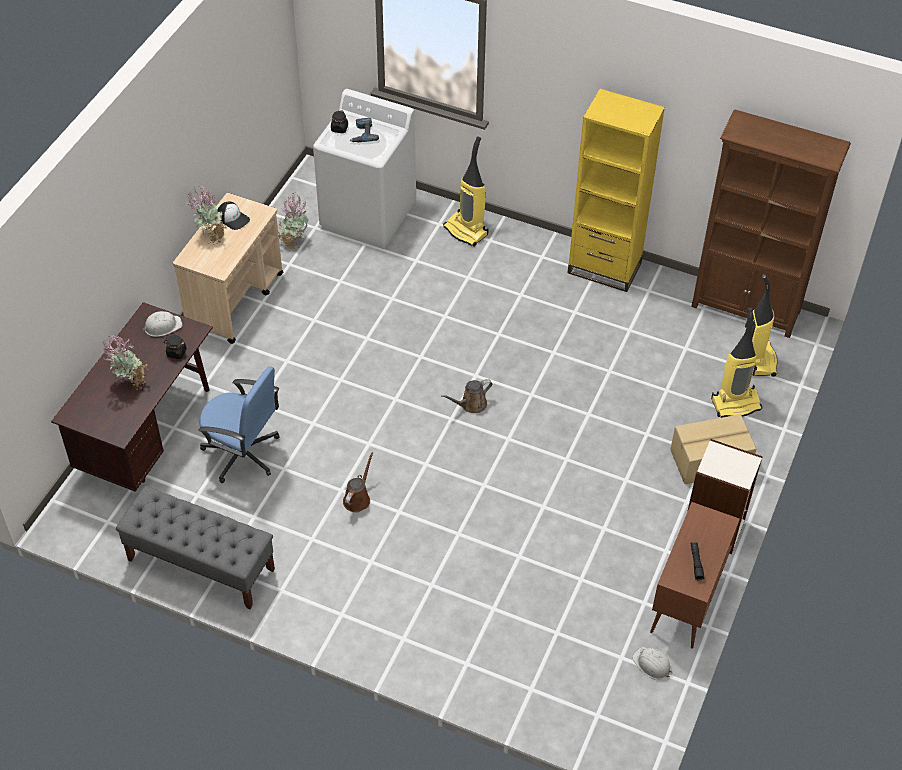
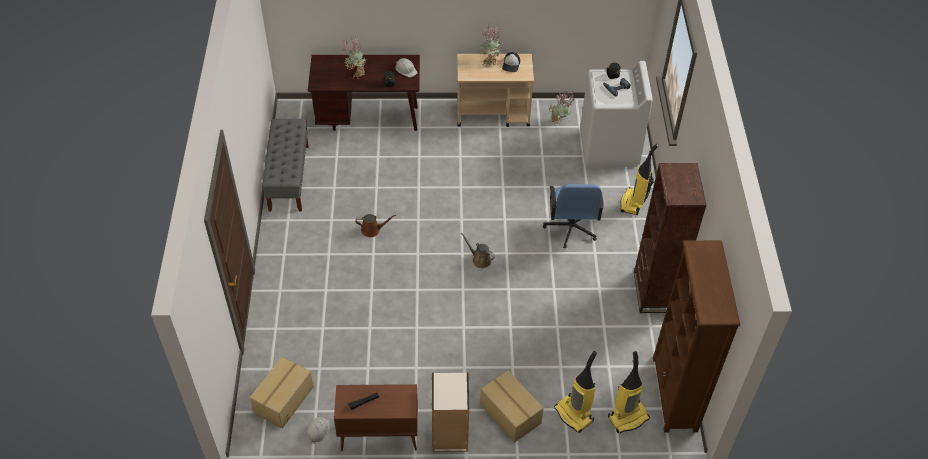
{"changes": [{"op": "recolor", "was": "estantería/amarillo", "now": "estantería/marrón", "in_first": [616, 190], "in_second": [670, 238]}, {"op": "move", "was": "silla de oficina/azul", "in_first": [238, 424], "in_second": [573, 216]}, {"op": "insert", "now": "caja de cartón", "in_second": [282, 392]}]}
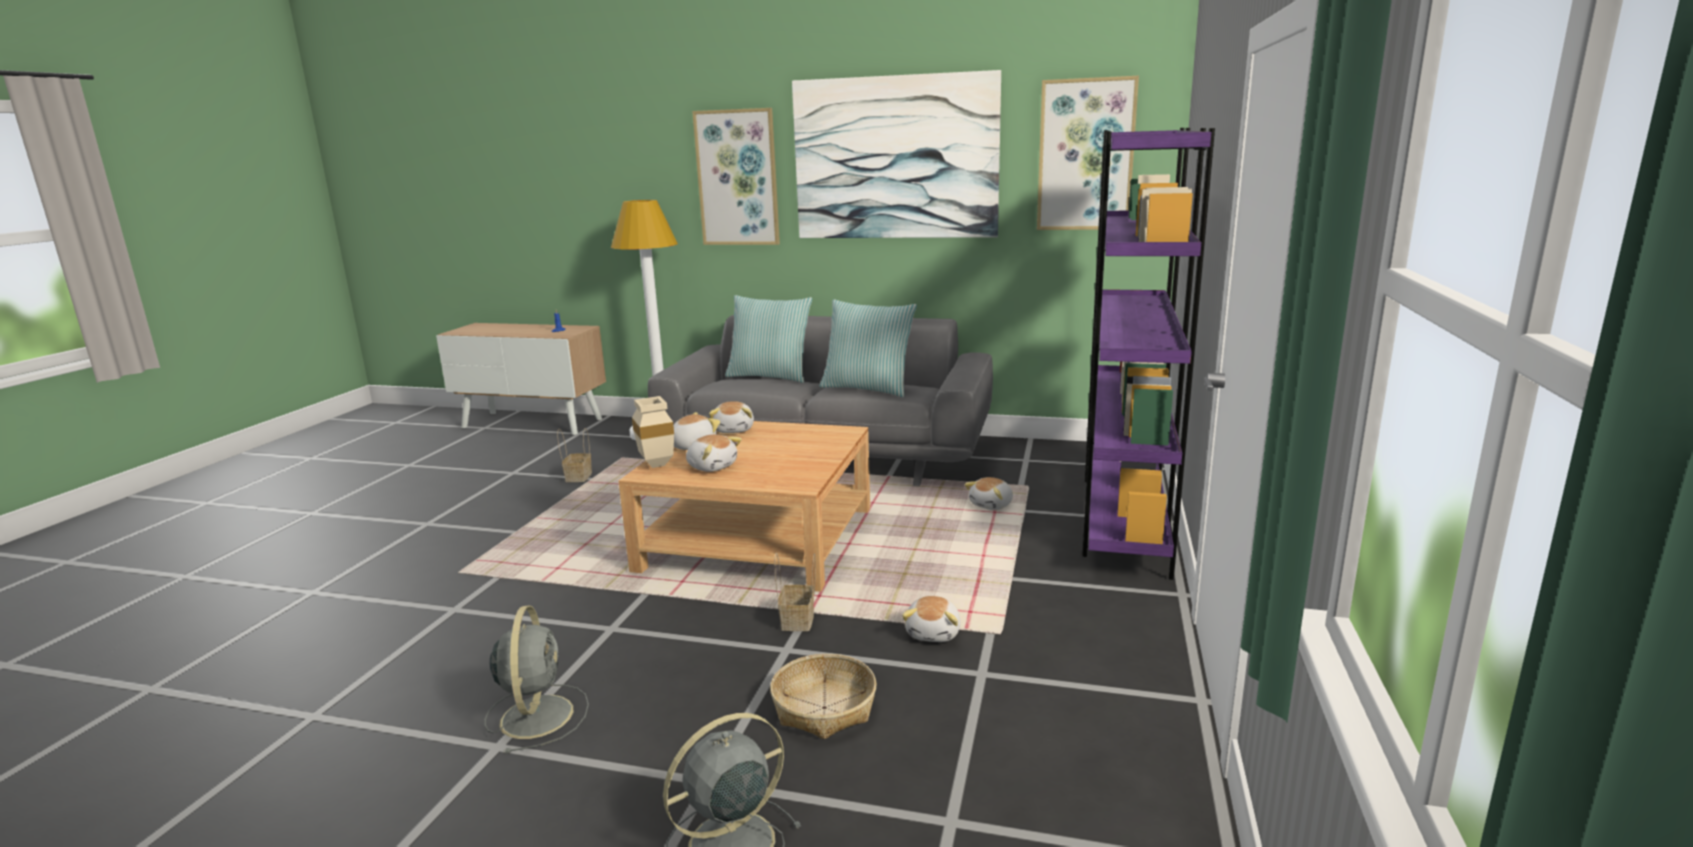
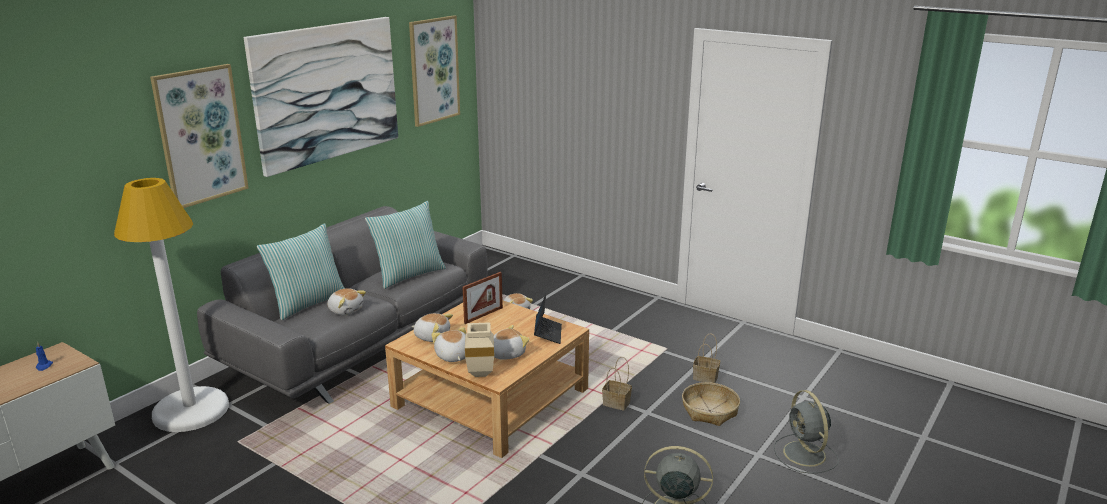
{"changes": [{"op": "delete", "was": "estantería/morado", "in_first": [1148, 354]}, {"op": "move", "was": "cesta", "in_first": [574, 455], "in_second": [706, 358]}, {"op": "move", "was": "peluche", "in_first": [931, 619], "in_second": [346, 301]}, {"op": "insert", "now": "portarretratos", "in_second": [482, 298]}, {"op": "insert", "now": "portátil", "in_second": [548, 319]}]}
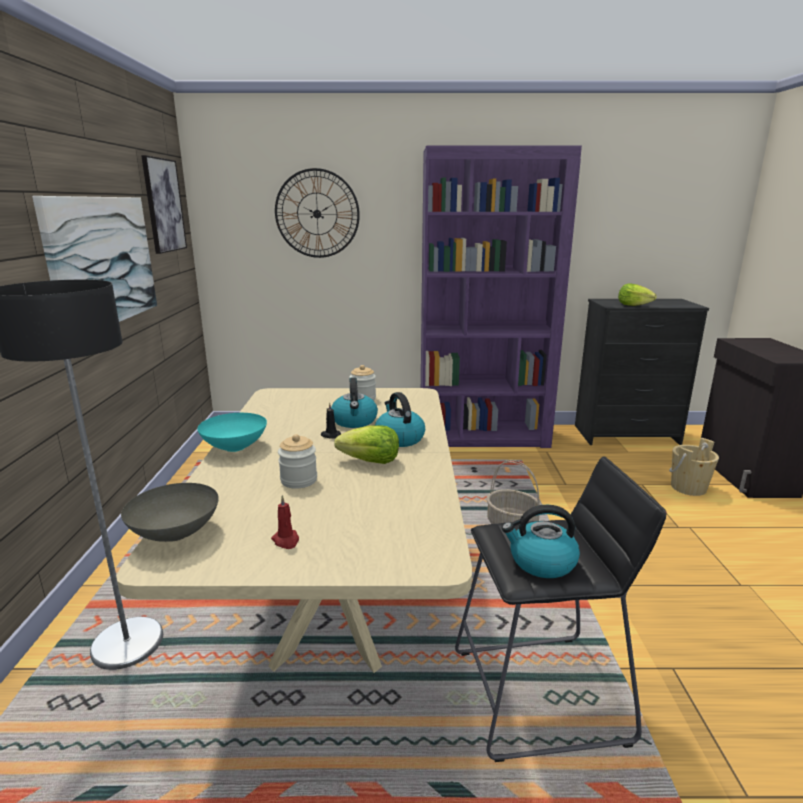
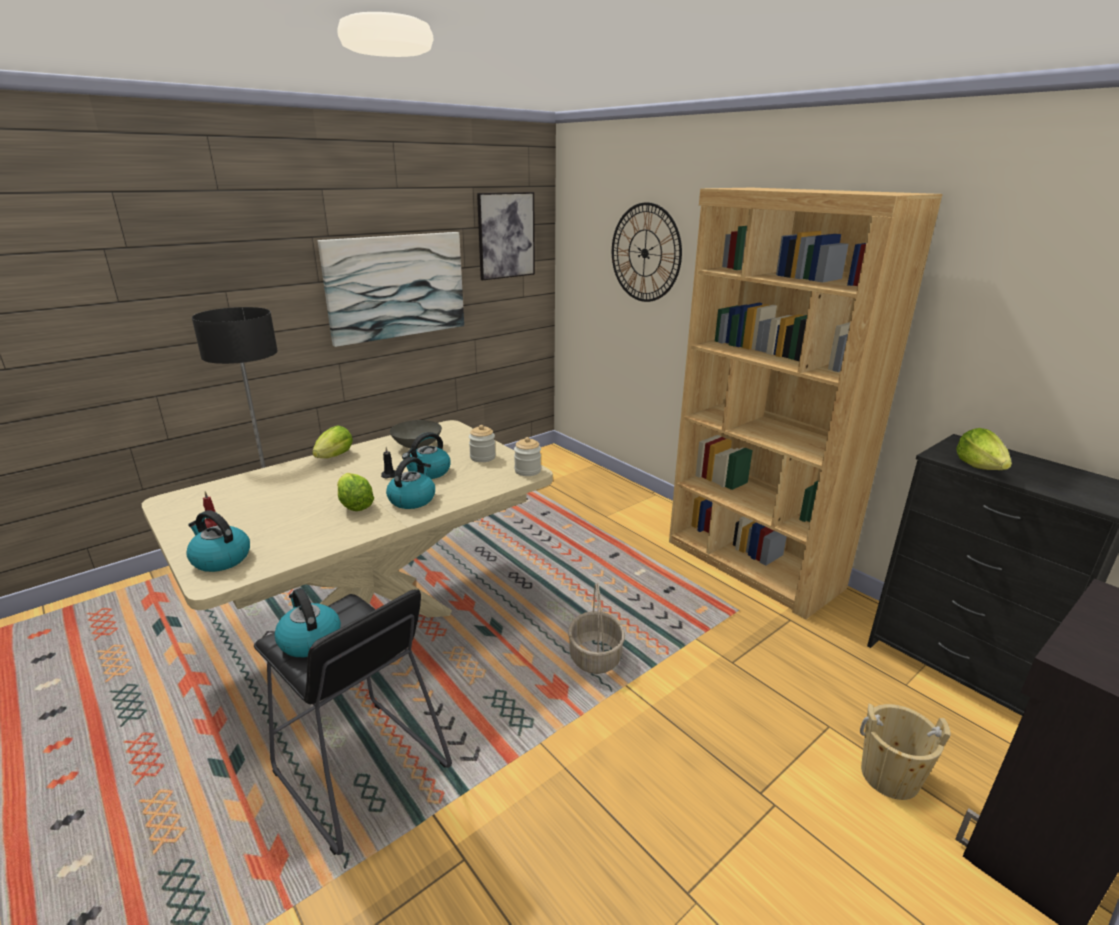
{"changes": [{"op": "recolor", "was": "estantería/morado", "now": "estantería/marrón", "in_first": [501, 296], "in_second": [806, 403]}, {"op": "replace", "was": "cuenco/turquesa", "now": "lechuga", "in_first": [232, 432], "in_second": [332, 441]}, {"op": "move", "was": "tarro", "in_first": [297, 461], "in_second": [527, 456]}, {"op": "move", "was": "cuenco/gris", "in_first": [170, 512], "in_second": [416, 434]}, {"op": "insert", "now": "hervidor", "in_second": [218, 541]}]}
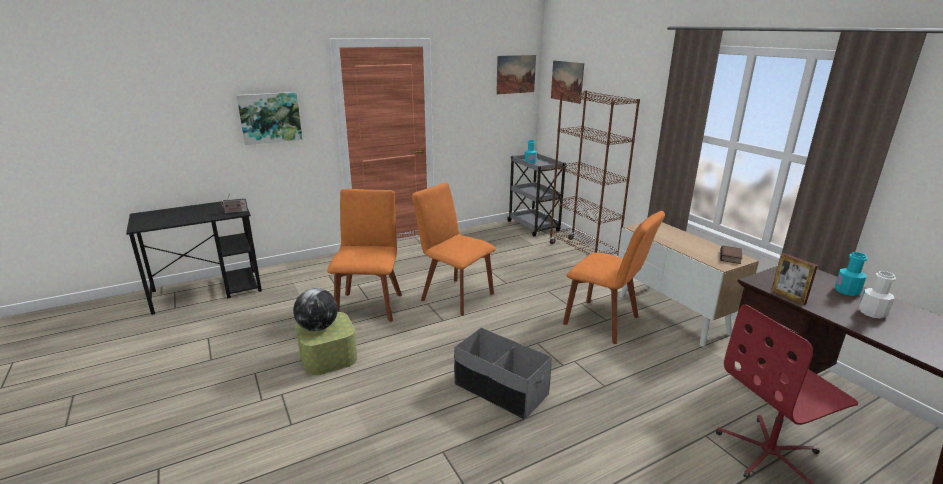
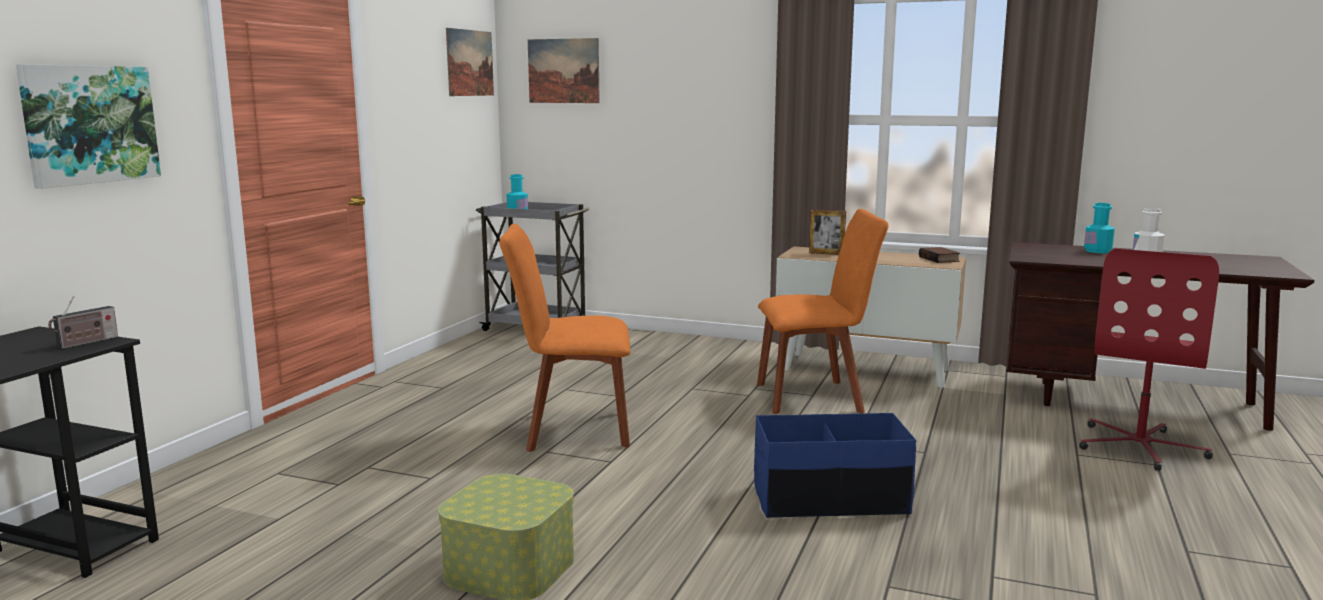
{"changes": [{"op": "delete", "was": "estantería/marrón", "in_first": [594, 174]}, {"op": "delete", "was": "silla/naranja", "in_first": [364, 255]}, {"op": "move", "was": "portarretratos", "in_first": [794, 279], "in_second": [827, 232]}, {"op": "delete", "was": "globo terráqueo", "in_first": [315, 309]}, {"op": "recolor", "was": "caja de almacenaje/gris", "now": "caja de almacenaje/azul", "in_first": [503, 374], "in_second": [835, 465]}]}
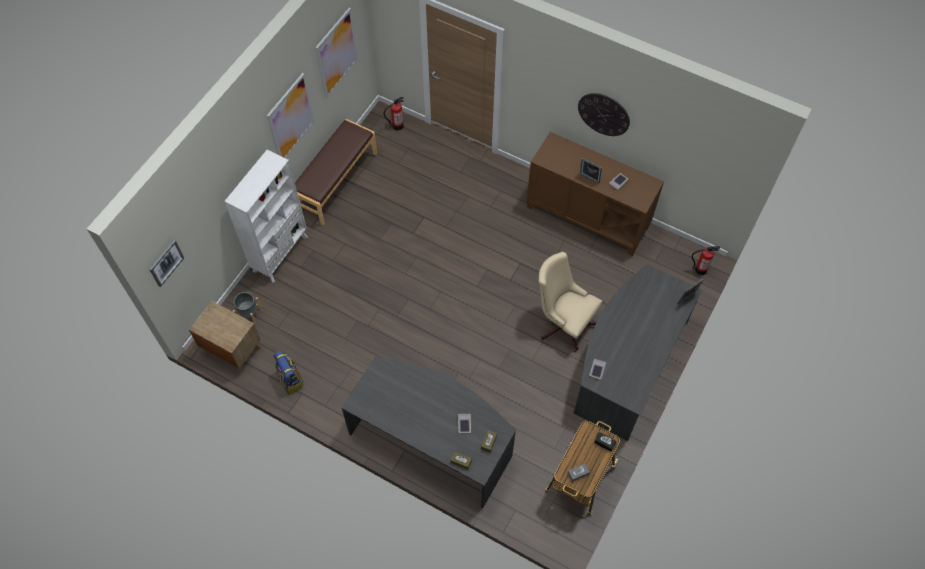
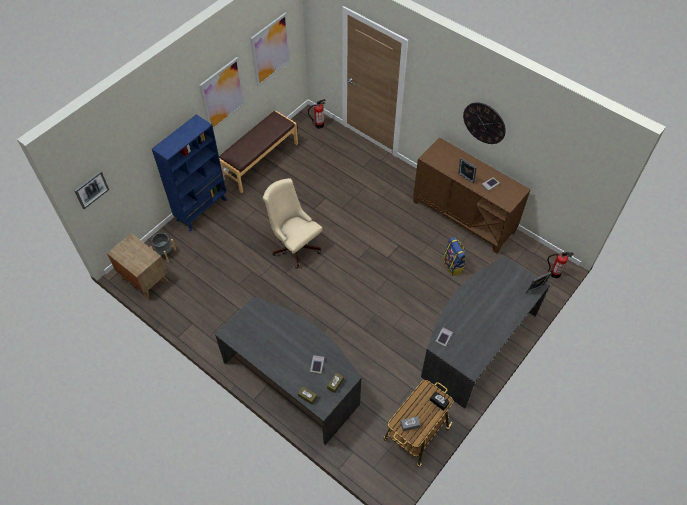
{"changes": [{"op": "recolor", "was": "estantería/blanco", "now": "estantería/azul", "in_first": [266, 216], "in_second": [189, 172]}, {"op": "move", "was": "silla de oficina/beis", "in_first": [570, 302], "in_second": [293, 223]}, {"op": "move", "was": "mochila", "in_first": [288, 373], "in_second": [454, 256]}]}
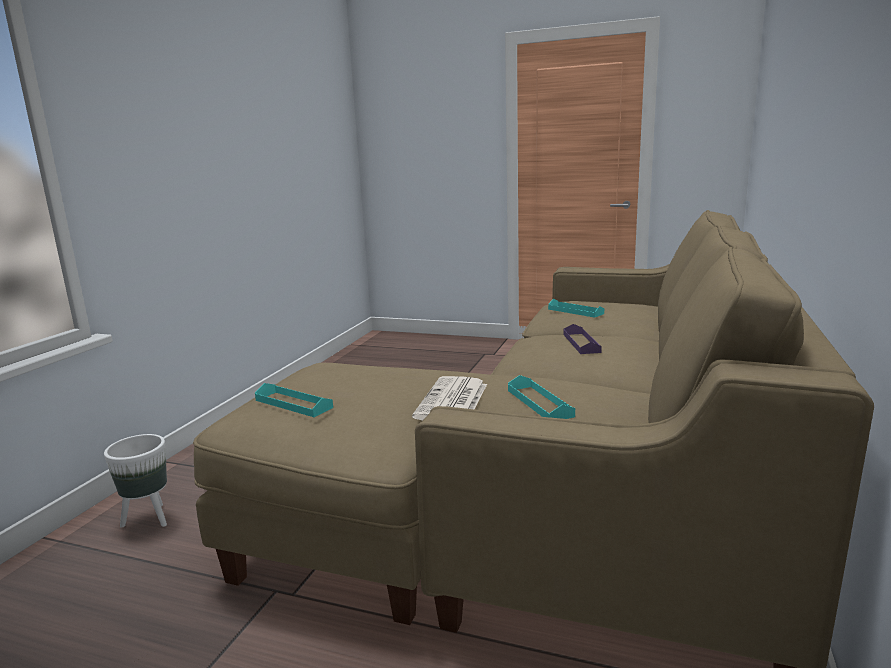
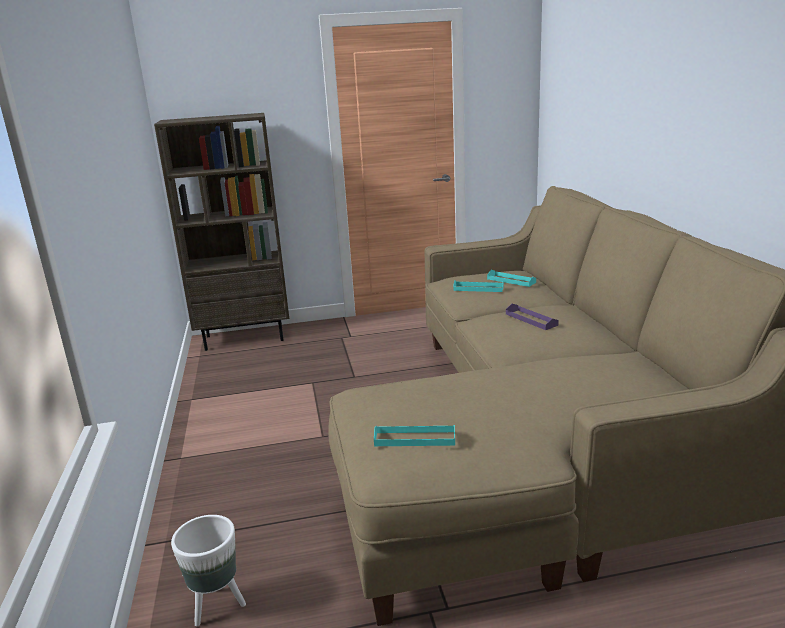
{"changes": [{"op": "move", "was": "bandeja/turquesa", "in_first": [541, 397], "in_second": [511, 278]}, {"op": "delete", "was": "periódico", "in_first": [449, 398]}, {"op": "insert", "now": "estantería/marrón", "in_second": [221, 232]}]}
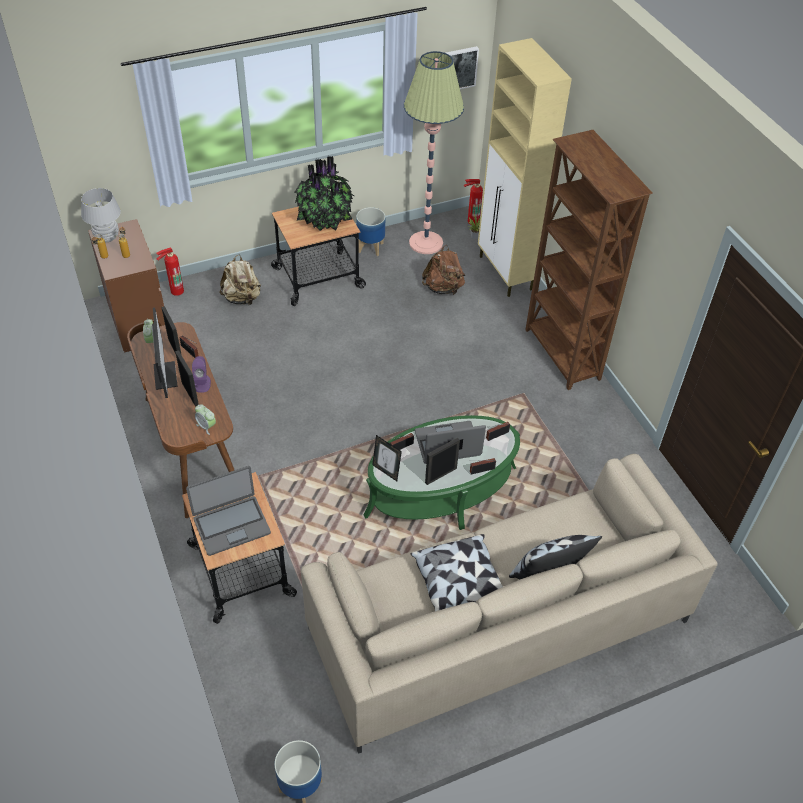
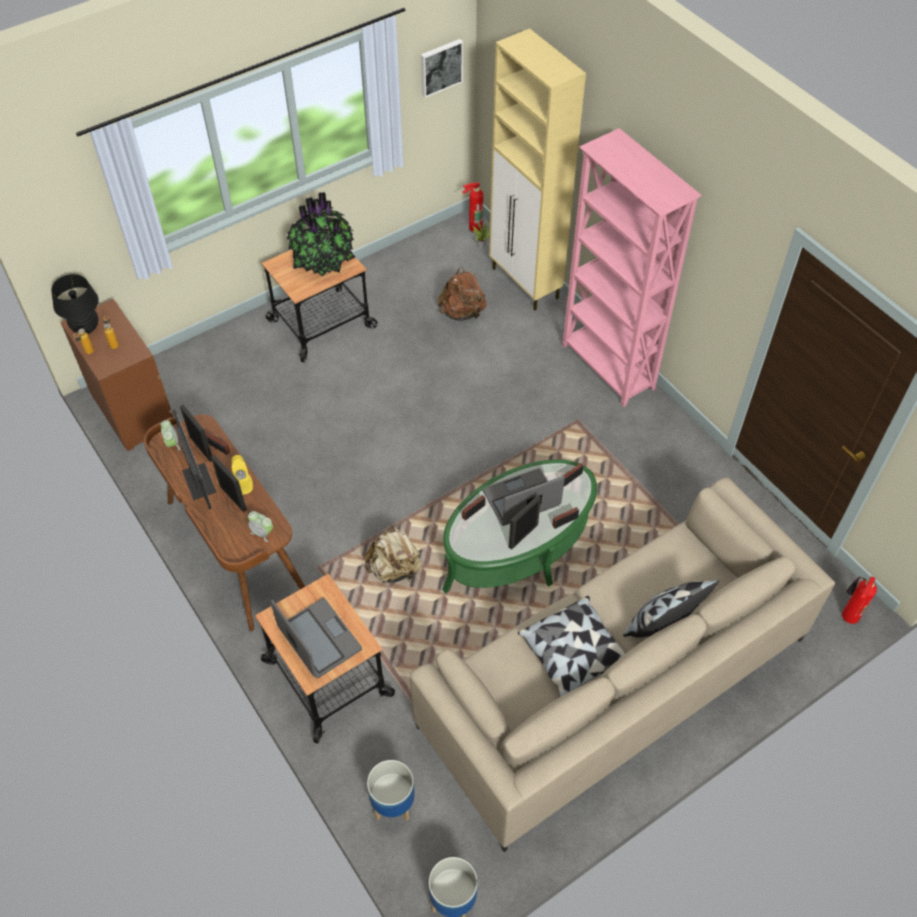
{"changes": [{"op": "delete", "was": "lámpara de pie", "in_first": [434, 152]}, {"op": "recolor", "was": "estantería/marrón", "now": "estantería/rosa", "in_first": [589, 260], "in_second": [632, 267]}, {"op": "recolor", "was": "lámpara de mesa/blanco", "now": "lámpara de mesa/negro", "in_first": [101, 215], "in_second": [75, 304]}, {"op": "move", "was": "maceta", "in_first": [370, 231], "in_second": [391, 790]}, {"op": "move", "was": "extintor", "in_first": [170, 272], "in_second": [859, 600]}, {"op": "move", "was": "mochila/beis", "in_first": [240, 280], "in_second": [393, 554]}, {"op": "recolor", "was": "altavoz/morado", "now": "altavoz/amarillo", "in_first": [201, 374], "in_second": [242, 474]}, {"op": "delete", "was": "portarretratos", "in_first": [387, 458]}, {"op": "rotate", "was": "portátil", "in_first": [228, 511], "in_second": [316, 638], "clockwise": -90}]}
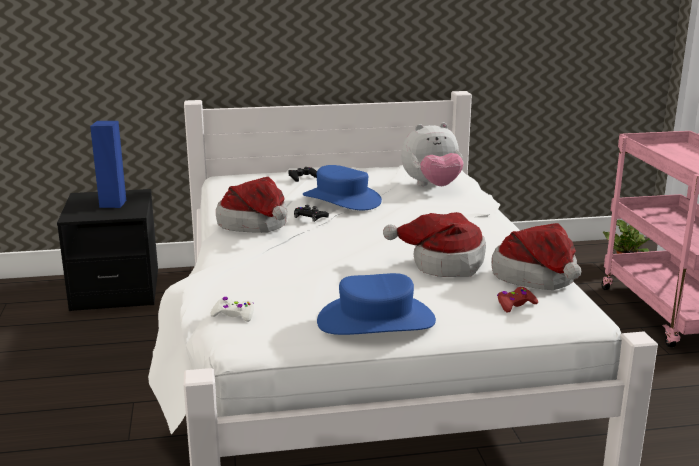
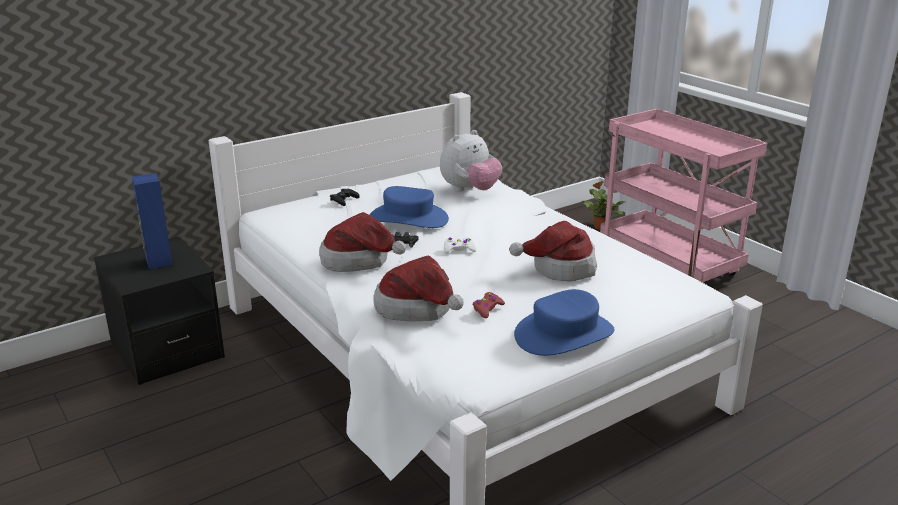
{"changes": [{"op": "move", "was": "sombrero", "in_first": [536, 256], "in_second": [418, 288]}, {"op": "move", "was": "mando de consola/rojo", "in_first": [517, 299], "in_second": [489, 305]}, {"op": "move", "was": "mando de consola/blanco", "in_first": [232, 309], "in_second": [460, 245]}]}
